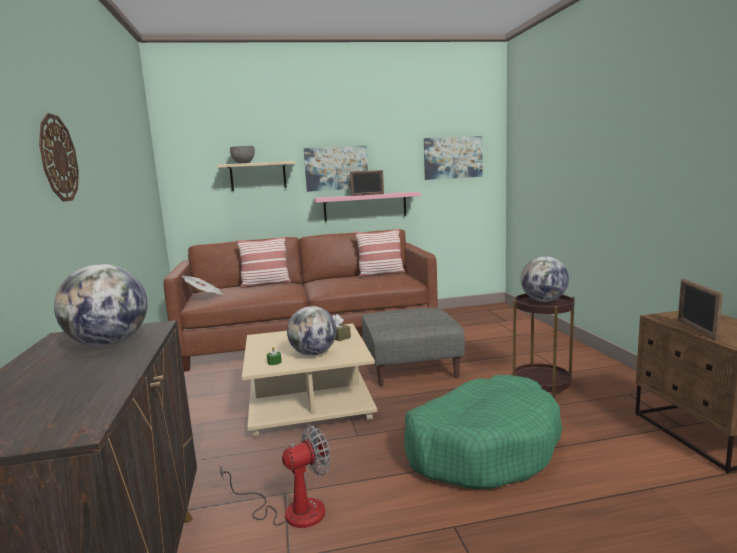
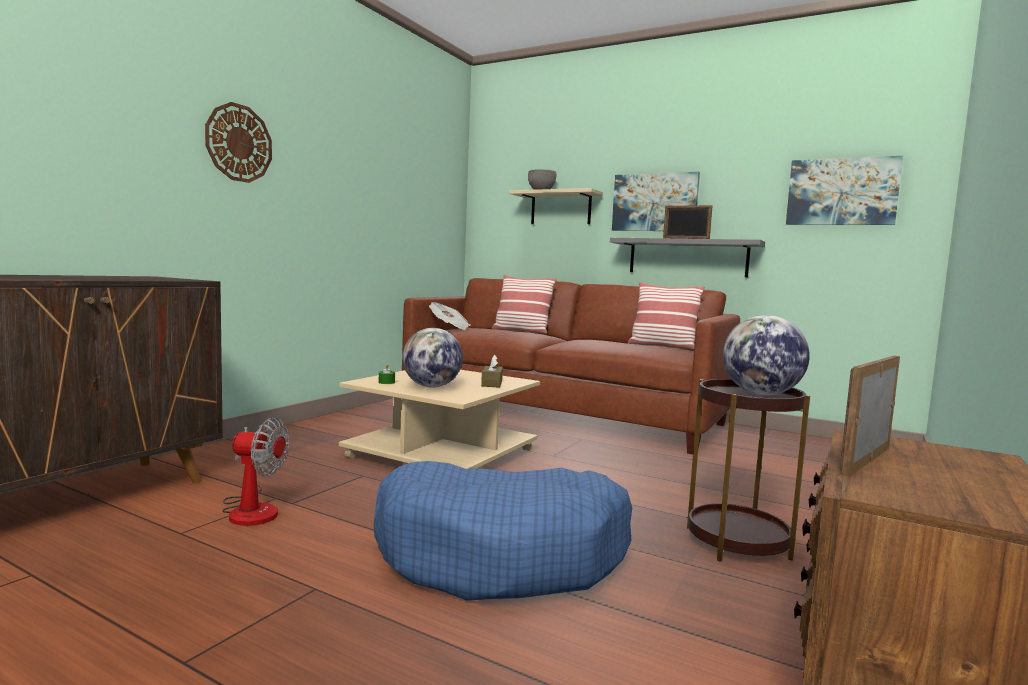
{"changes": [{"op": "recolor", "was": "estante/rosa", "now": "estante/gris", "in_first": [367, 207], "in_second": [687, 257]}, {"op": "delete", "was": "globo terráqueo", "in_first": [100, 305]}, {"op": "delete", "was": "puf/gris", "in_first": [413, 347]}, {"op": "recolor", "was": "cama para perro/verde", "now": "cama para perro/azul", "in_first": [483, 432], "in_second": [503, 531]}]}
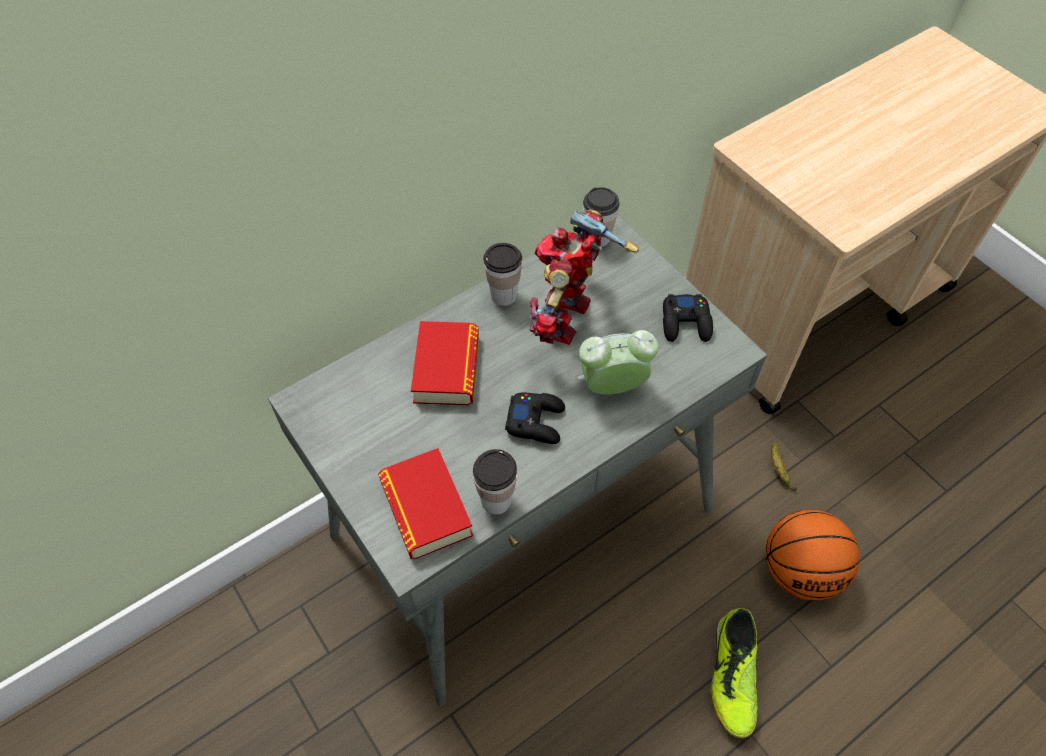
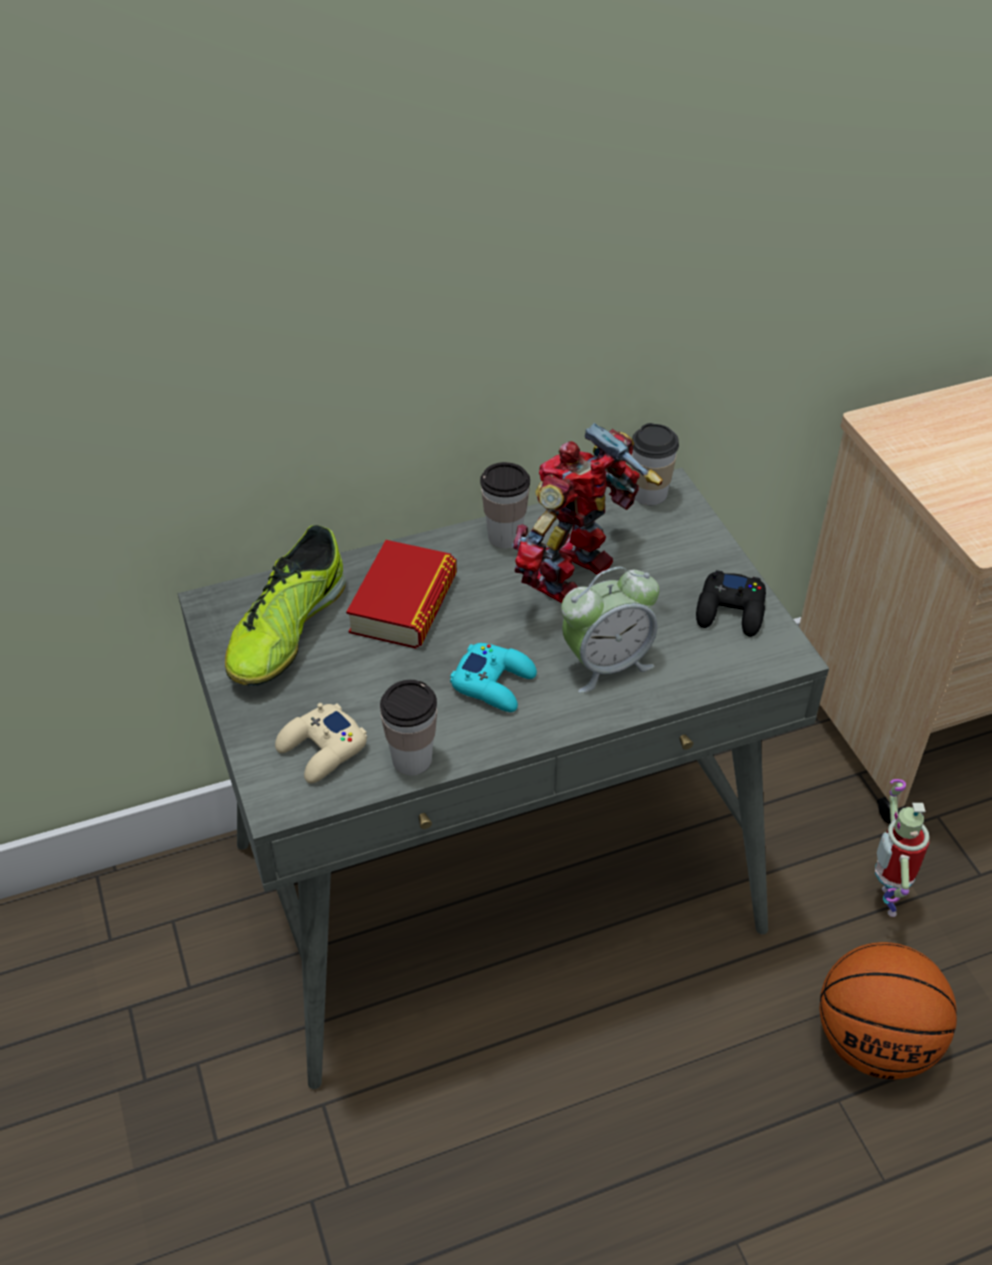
{"changes": [{"op": "rotate", "was": "despertador", "in_first": [618, 362], "in_second": [610, 630], "clockwise": 150}, {"op": "recolor", "was": "mando de consola/negro", "now": "mando de consola/turquesa", "in_first": [535, 418], "in_second": [493, 677]}, {"op": "replace", "was": "plátano", "now": "robot de juguete", "in_first": [784, 467], "in_second": [902, 848]}, {"op": "replace", "was": "libro", "now": "mando de consola/beis", "in_first": [425, 503], "in_second": [321, 743]}, {"op": "move", "was": "zapato", "in_first": [734, 673], "in_second": [285, 605]}]}
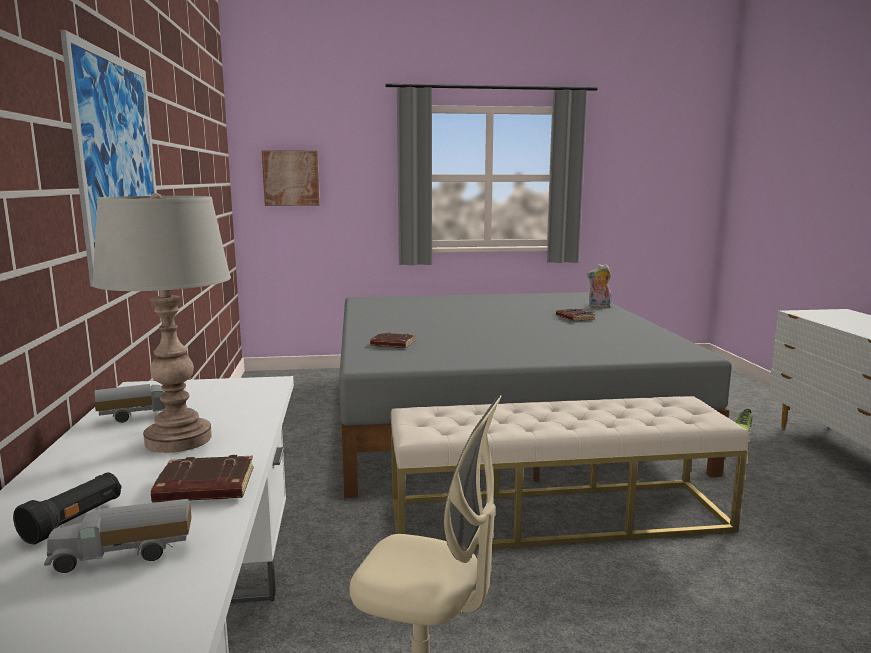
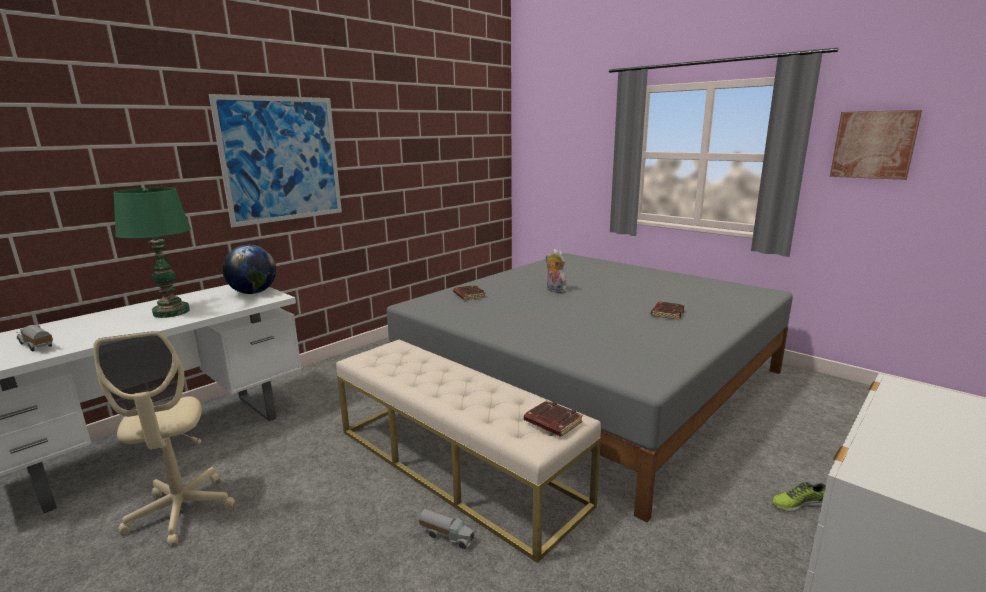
{"changes": [{"op": "move", "was": "cuadro", "in_first": [291, 178], "in_second": [876, 145]}, {"op": "recolor", "was": "lámpara de mesa/gris", "now": "lámpara de mesa/verde", "in_first": [161, 323], "in_second": [152, 252]}, {"op": "move", "was": "peluche", "in_first": [599, 286], "in_second": [555, 271]}, {"op": "move", "was": "camión de juguete", "in_first": [141, 403], "in_second": [448, 529]}, {"op": "move", "was": "libro/marrón", "in_first": [202, 479], "in_second": [553, 418]}, {"op": "delete", "was": "linterna/negro", "in_first": [67, 508]}, {"op": "insert", "now": "globo terráqueo", "in_second": [249, 269]}]}
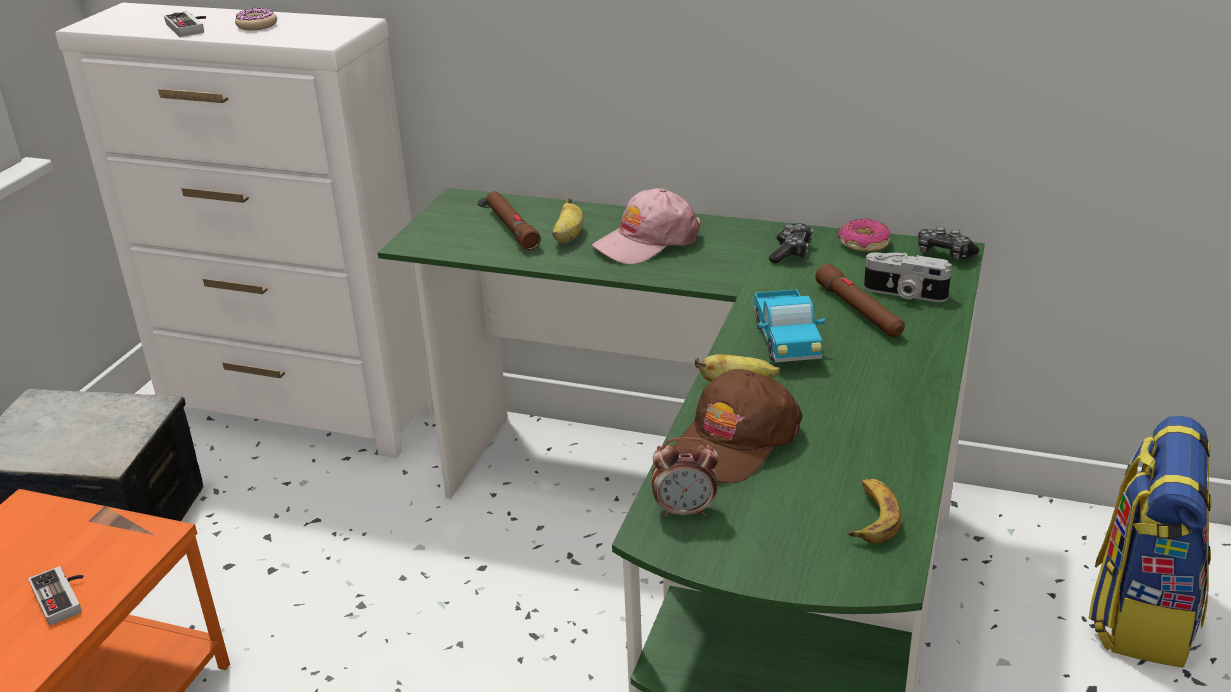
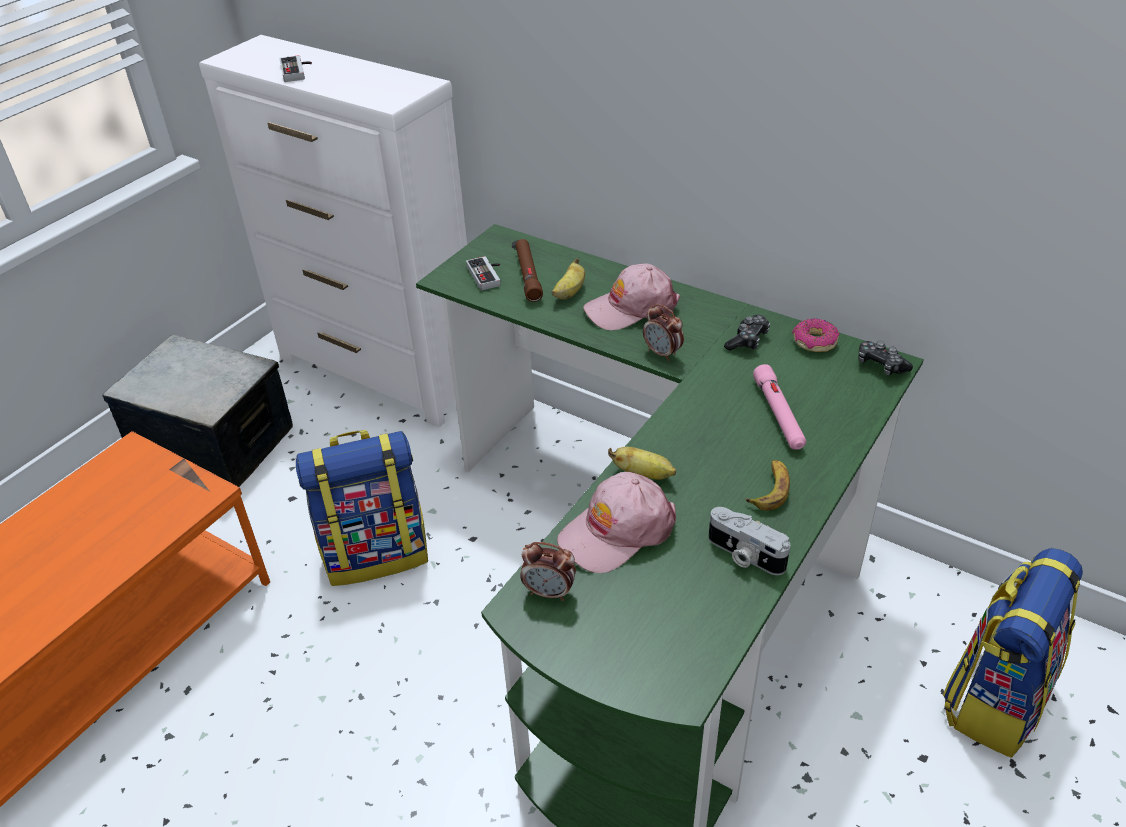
{"changes": [{"op": "delete", "was": "rosquilla", "in_first": [256, 19]}, {"op": "move", "was": "cámara", "in_first": [908, 277], "in_second": [749, 541]}, {"op": "recolor", "was": "linterna/marrón", "now": "linterna/rosa", "in_first": [860, 300], "in_second": [779, 407]}, {"op": "delete", "was": "camión de juguete", "in_first": [789, 325]}, {"op": "recolor", "was": "gorra/marrón", "now": "gorra/rosa", "in_first": [738, 426], "in_second": [616, 523]}, {"op": "move", "was": "plátano", "in_first": [874, 511], "in_second": [767, 485]}, {"op": "move", "was": "mando de consola", "in_first": [56, 596], "in_second": [483, 273]}, {"op": "insert", "now": "despertador", "in_second": [663, 332]}, {"op": "insert", "now": "mochila", "in_second": [362, 508]}]}
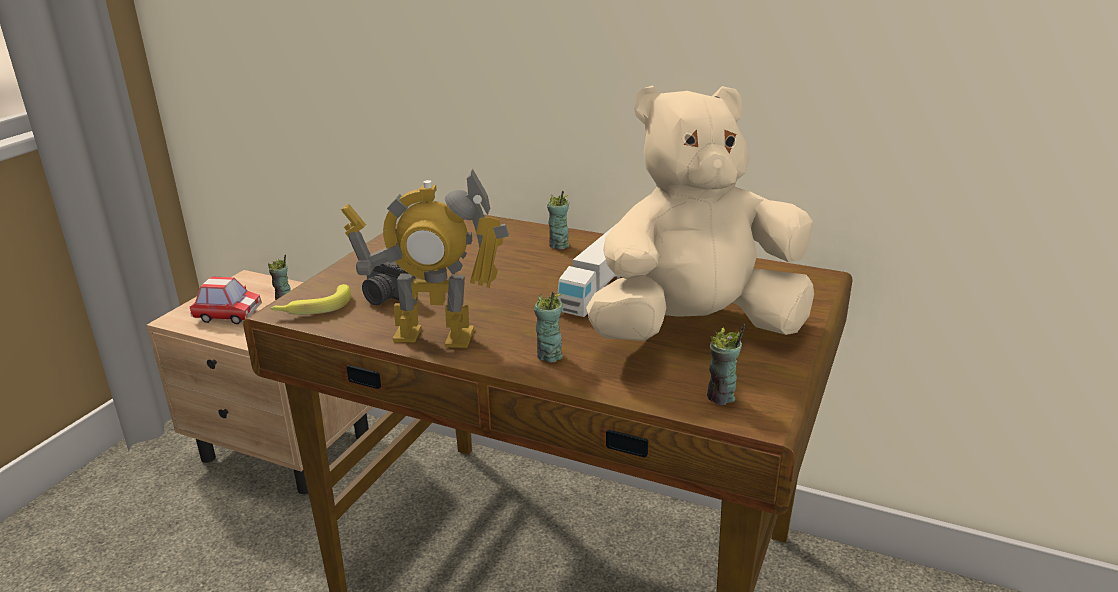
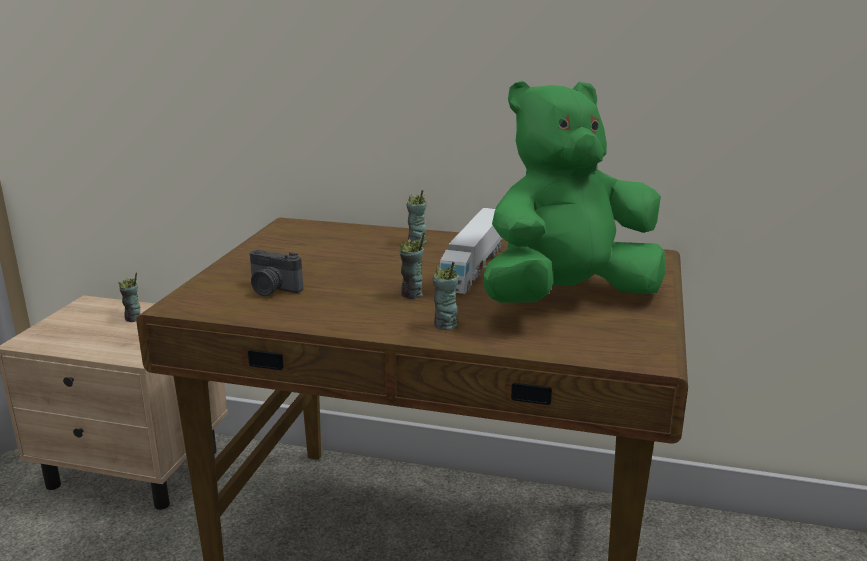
{"changes": [{"op": "recolor", "was": "peluche/beis", "now": "peluche/verde", "in_first": [700, 213], "in_second": [574, 192]}, {"op": "delete", "was": "robot de juguete", "in_first": [425, 258]}, {"op": "delete", "was": "coche de juguete", "in_first": [226, 300]}, {"op": "delete", "was": "plátano", "in_first": [310, 299]}, {"op": "move", "was": "taza", "in_first": [726, 364], "in_second": [412, 265]}]}
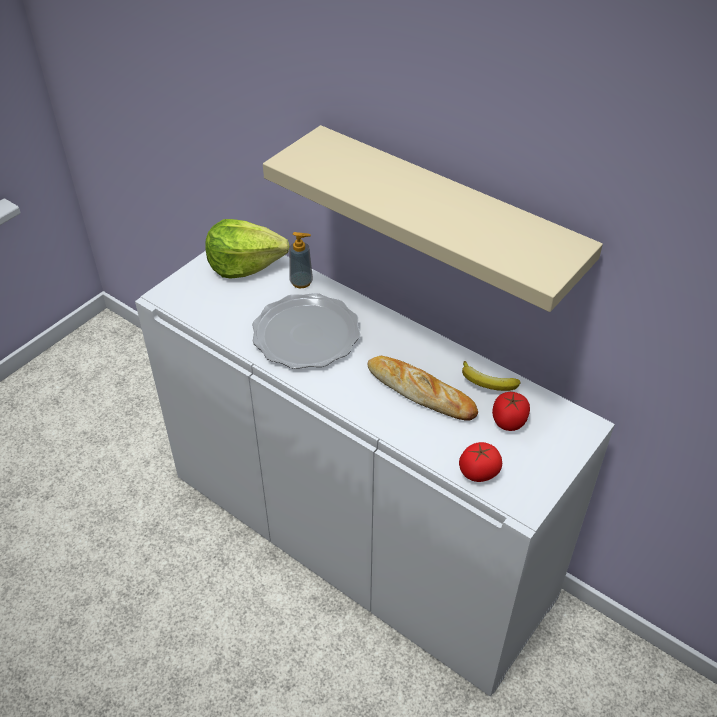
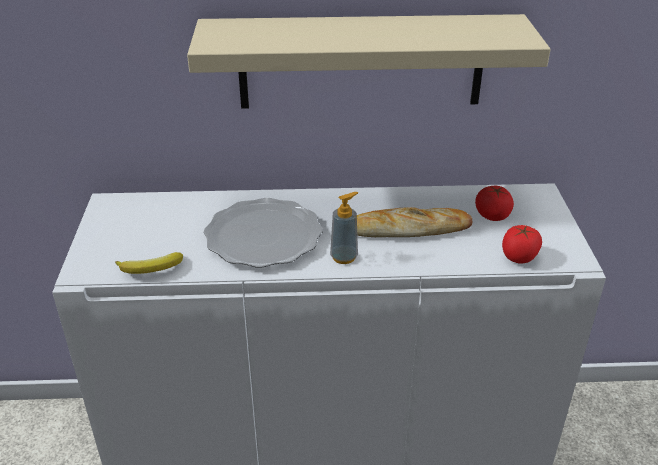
{"changes": [{"op": "delete", "was": "lechuga", "in_first": [247, 249]}, {"op": "move", "was": "dispensador de jabón", "in_first": [301, 260], "in_second": [344, 228]}, {"op": "move", "was": "plátano", "in_first": [491, 376], "in_second": [149, 263]}]}
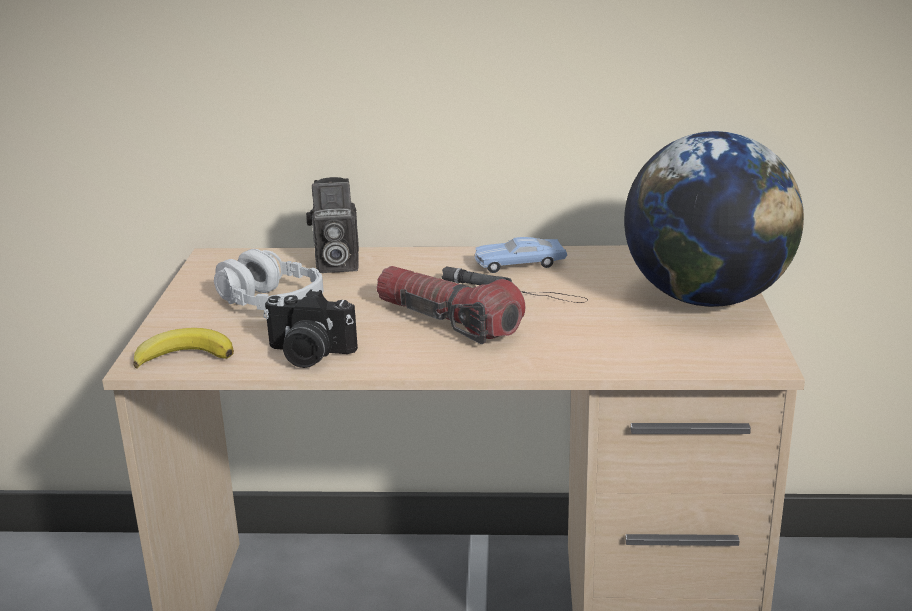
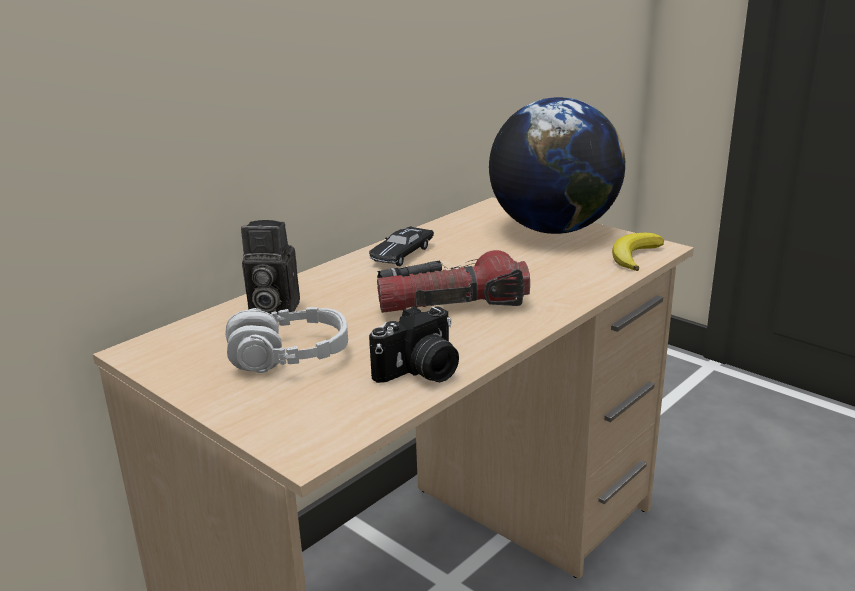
{"changes": [{"op": "rotate", "was": "cámara", "in_first": [332, 225], "in_second": [270, 268], "clockwise": 60}, {"op": "recolor", "was": "coche de juguete/azul", "now": "coche de juguete/negro", "in_first": [521, 255], "in_second": [401, 246]}, {"op": "move", "was": "plátano", "in_first": [183, 348], "in_second": [638, 252]}]}
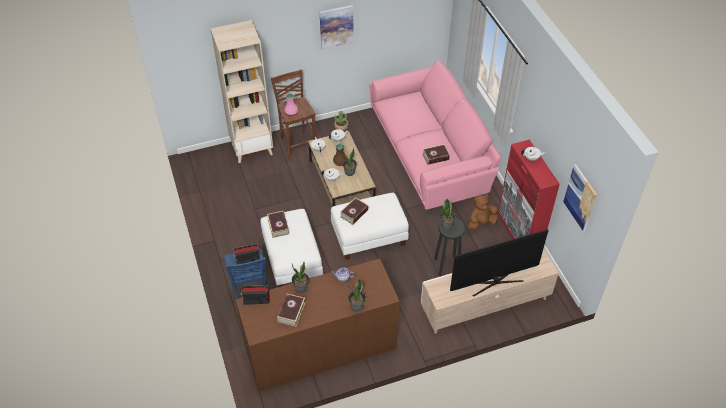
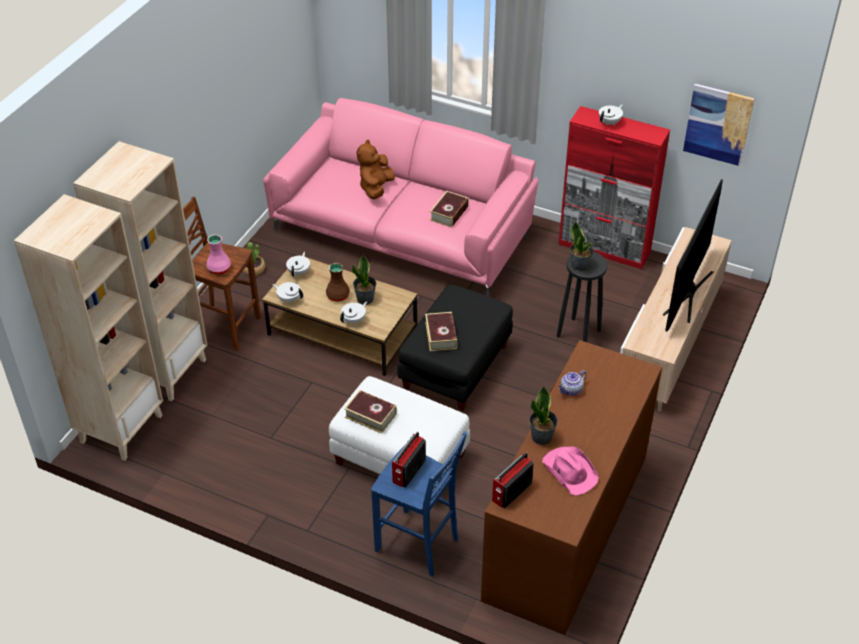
{"changes": [{"op": "delete", "was": "cuadro", "in_first": [337, 27]}, {"op": "recolor", "was": "puf/blanco", "now": "puf/negro", "in_first": [370, 226], "in_second": [455, 348]}, {"op": "move", "was": "peluche/marrón", "in_first": [483, 212], "in_second": [376, 169]}, {"op": "delete", "was": "planta en maceta", "in_first": [357, 295]}, {"op": "replace", "was": "libro", "now": "sombrero/rosa", "in_first": [291, 310], "in_second": [570, 471]}, {"op": "insert", "now": "estantería/beis", "in_second": [88, 327]}]}
